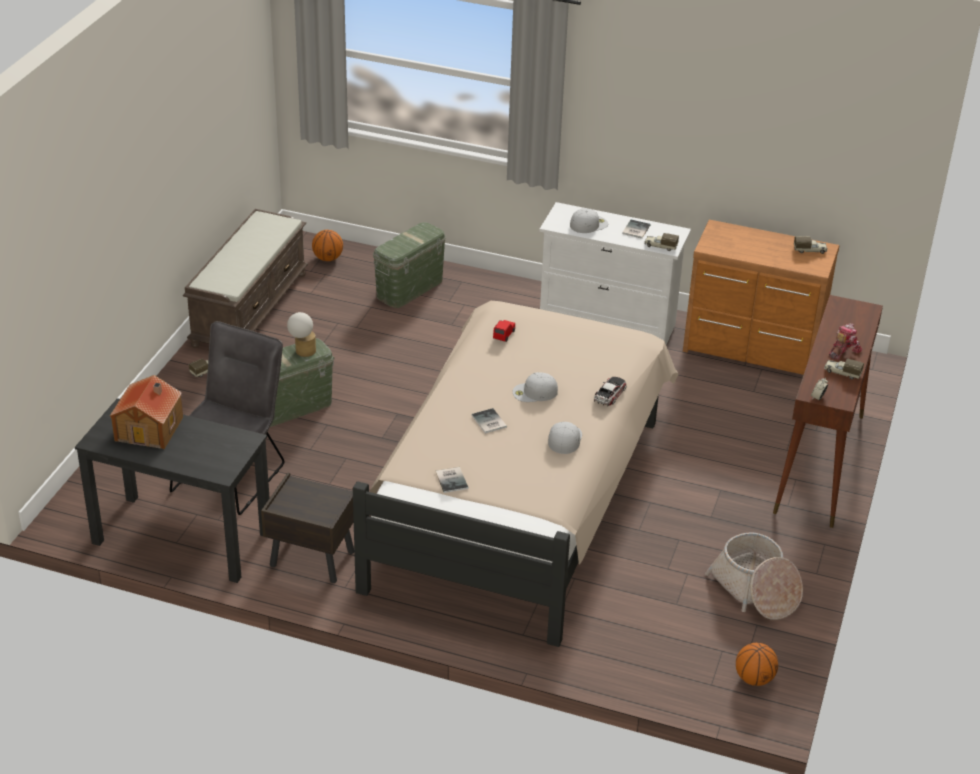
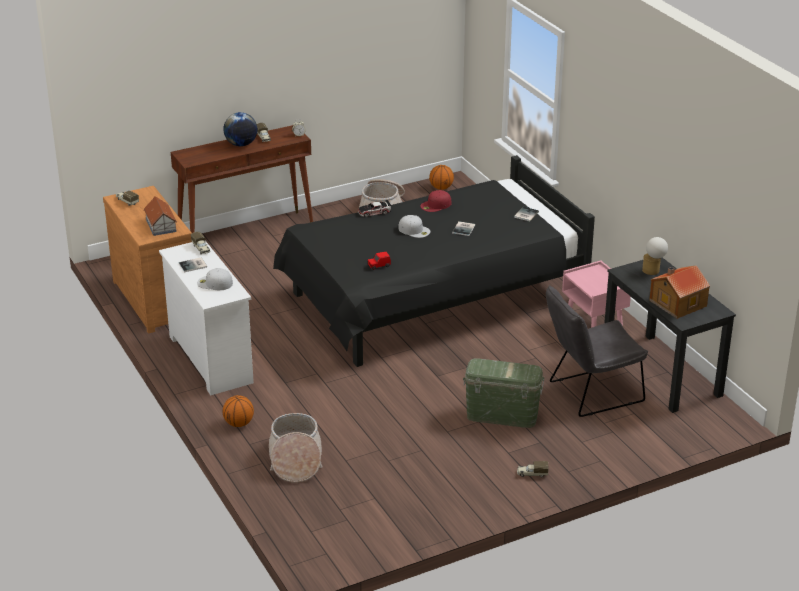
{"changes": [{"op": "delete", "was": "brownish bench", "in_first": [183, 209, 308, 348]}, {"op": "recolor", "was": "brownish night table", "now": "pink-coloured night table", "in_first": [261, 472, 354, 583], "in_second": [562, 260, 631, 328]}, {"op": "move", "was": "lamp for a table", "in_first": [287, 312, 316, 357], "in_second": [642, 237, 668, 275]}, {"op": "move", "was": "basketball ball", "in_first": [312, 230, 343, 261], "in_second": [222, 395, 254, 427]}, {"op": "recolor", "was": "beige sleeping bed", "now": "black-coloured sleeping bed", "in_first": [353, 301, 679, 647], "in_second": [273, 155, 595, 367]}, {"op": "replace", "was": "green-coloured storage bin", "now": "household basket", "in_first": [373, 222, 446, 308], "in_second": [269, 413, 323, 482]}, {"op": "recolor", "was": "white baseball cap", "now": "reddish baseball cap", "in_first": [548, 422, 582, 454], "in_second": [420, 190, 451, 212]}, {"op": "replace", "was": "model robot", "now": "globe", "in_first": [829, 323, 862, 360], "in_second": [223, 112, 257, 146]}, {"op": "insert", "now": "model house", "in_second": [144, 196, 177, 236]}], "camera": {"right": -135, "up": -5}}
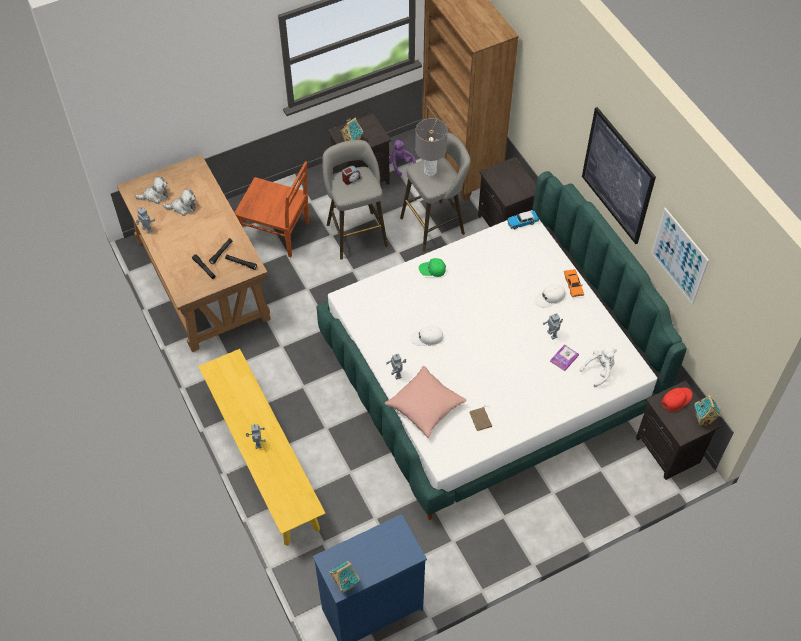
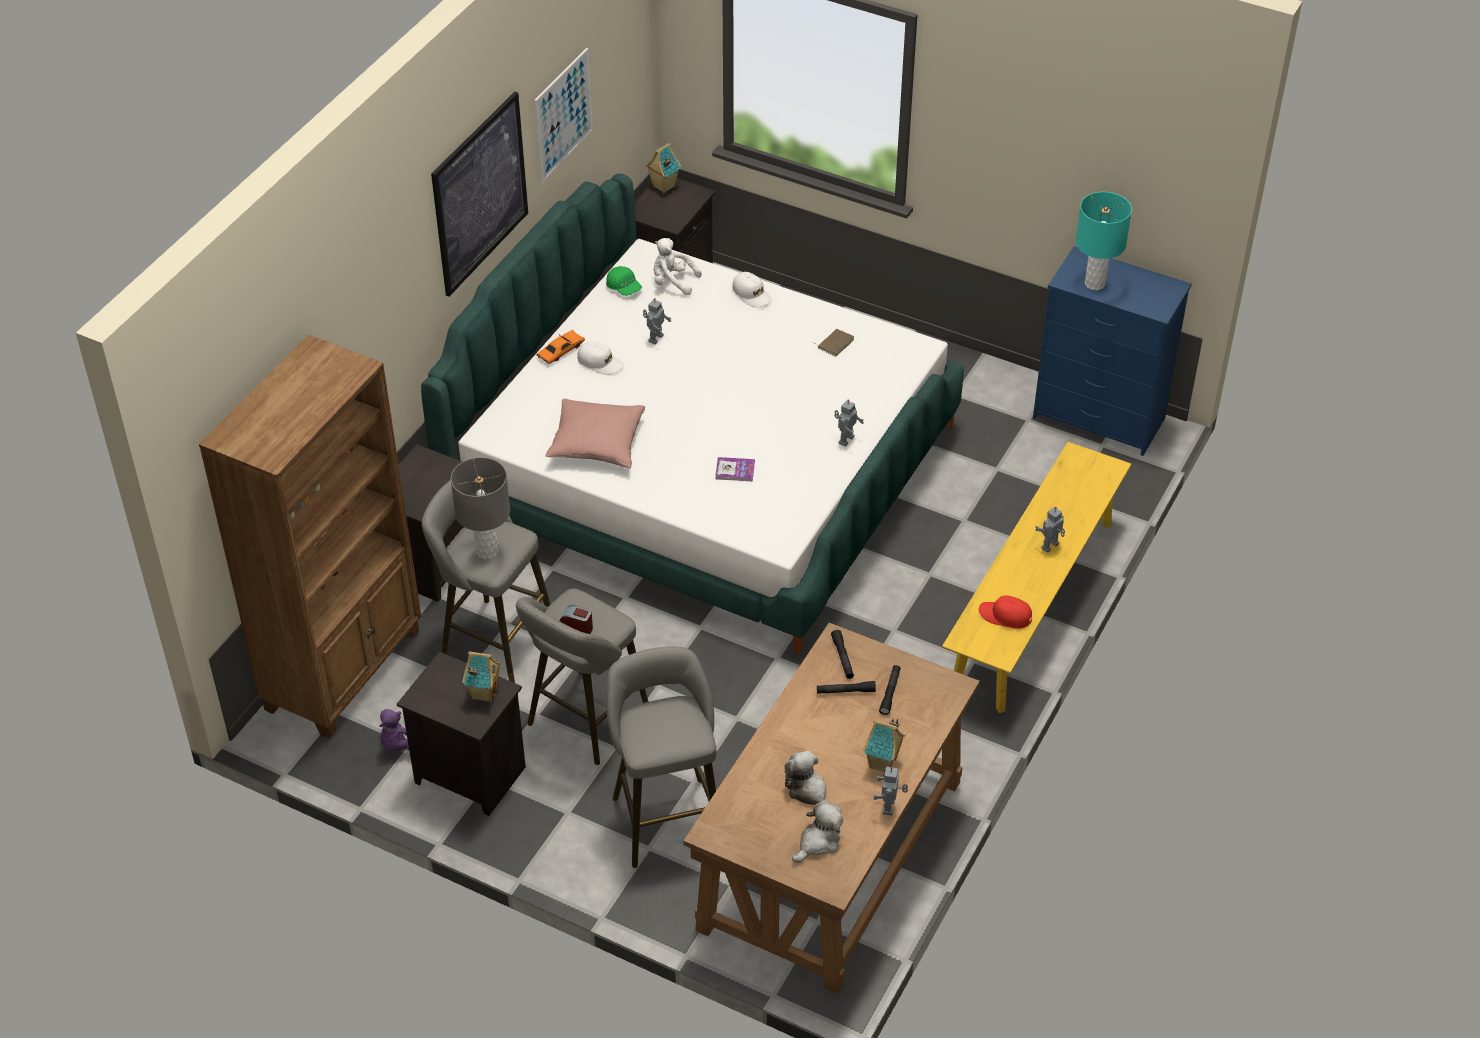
{"changes": [{"op": "rotate", "was": "cuddly toy", "in_first": [135, 176, 168, 204], "in_second": [792, 801, 843, 863], "clockwise": 90}, {"op": "replace", "was": "brownish upright chair", "now": "gray stool seat", "in_first": [235, 161, 309, 257], "in_second": [606, 647, 716, 868]}, {"op": "move", "was": "model house", "in_first": [329, 561, 360, 593], "in_second": [863, 719, 905, 772]}, {"op": "move", "was": "pink-coloured throw pillow", "in_first": [385, 366, 467, 438], "in_second": [545, 398, 645, 468]}, {"op": "move", "was": "white baseball cap", "in_first": [410, 326, 444, 346], "in_second": [732, 272, 772, 307]}, {"op": "move", "was": "green-coloured baseball cap", "in_first": [419, 258, 446, 277], "in_second": [606, 266, 642, 296]}, {"op": "delete", "was": "toy car", "in_first": [507, 211, 539, 229]}, {"op": "move", "was": "bound book", "in_first": [550, 344, 579, 371], "in_second": [715, 457, 755, 481]}, {"op": "move", "was": "reddish baseball cap", "in_first": [662, 387, 692, 411], "in_second": [979, 596, 1032, 629]}, {"op": "insert", "now": "turquoise lamp for a table", "in_second": [1076, 192, 1132, 290]}], "camera": {"right": -125, "up": -10}}
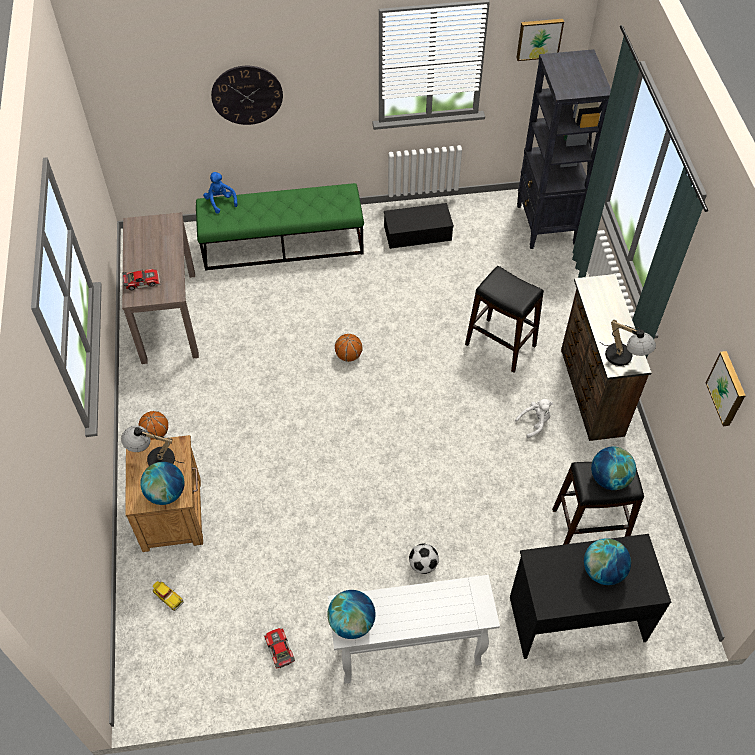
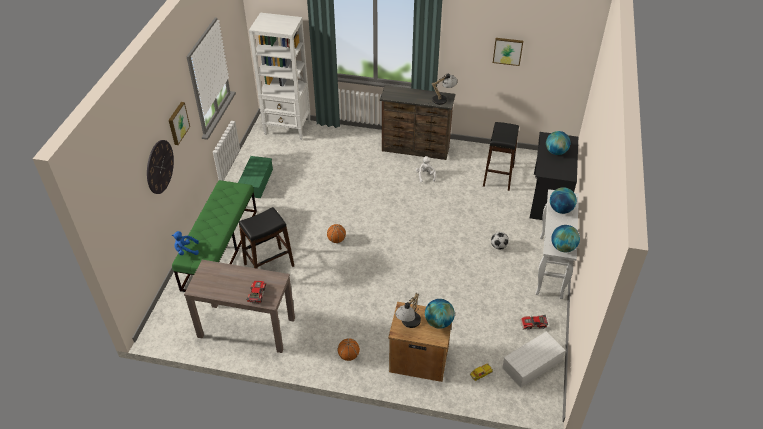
{"changes": [{"op": "recolor", "was": "black-coloured storage bin", "now": "green-coloured storage bin", "in_first": [384, 203, 454, 249], "in_second": [238, 156, 273, 198]}, {"op": "move", "was": "black-coloured stool seat", "in_first": [465, 266, 544, 373], "in_second": [239, 207, 294, 269]}, {"op": "move", "was": "wall art", "in_first": [516, 19, 564, 61], "in_second": [169, 102, 190, 145]}, {"op": "recolor", "was": "black-coloured bookshelf", "now": "white bookshelf", "in_first": [517, 49, 611, 249], "in_second": [249, 13, 310, 140]}, {"op": "move", "was": "globe", "in_first": [591, 447, 636, 490], "in_second": [550, 187, 577, 214]}, {"op": "insert", "now": "white storage bin", "in_second": [502, 332, 566, 388]}], "camera": {"right": -70, "up": -10}}
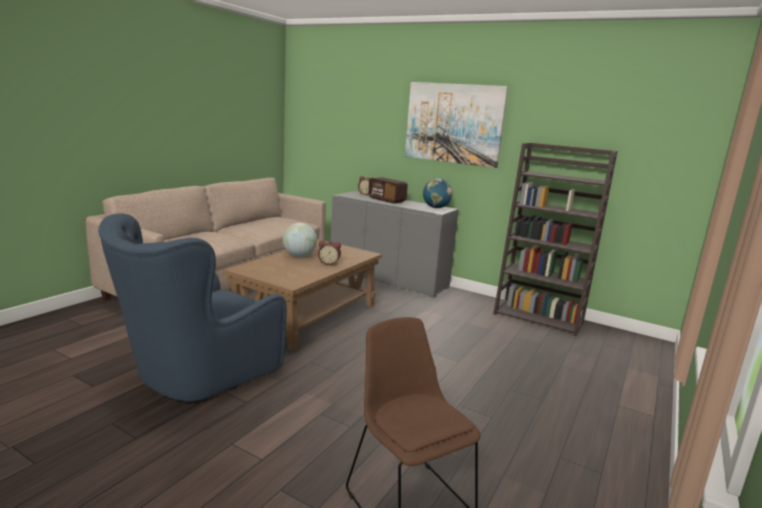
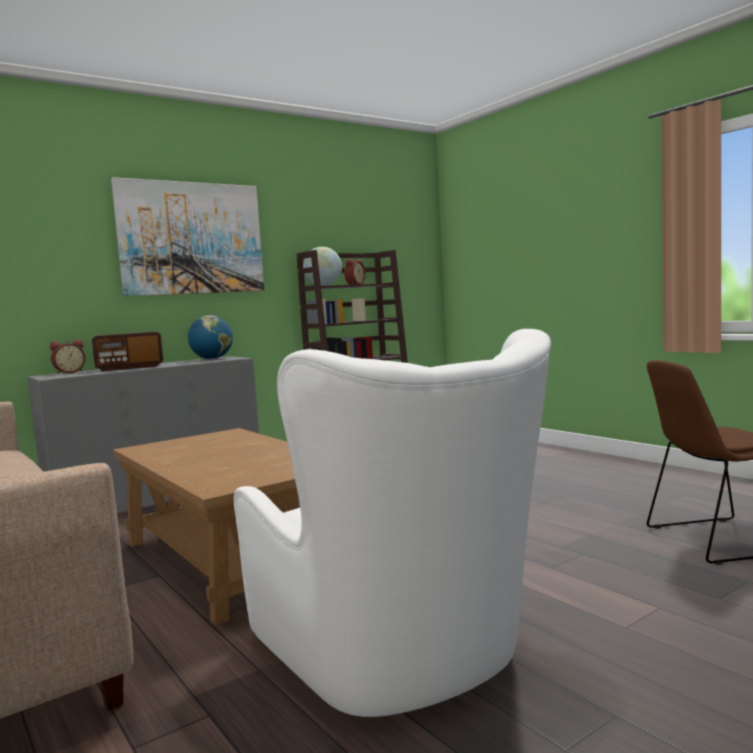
{"changes": [{"op": "recolor", "was": "blue-coloured easy chair", "now": "white easy chair", "in_first": [99, 213, 287, 401], "in_second": [234, 329, 551, 717]}, {"op": "move", "was": "globe", "in_first": [283, 223, 317, 257], "in_second": [303, 247, 342, 286]}, {"op": "move", "was": "alarm clock", "in_first": [318, 240, 341, 265], "in_second": [344, 259, 366, 285]}], "camera": {"right": -65, "up": -10}}
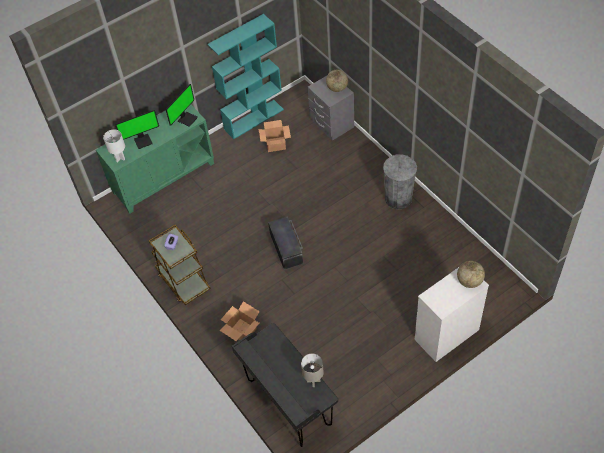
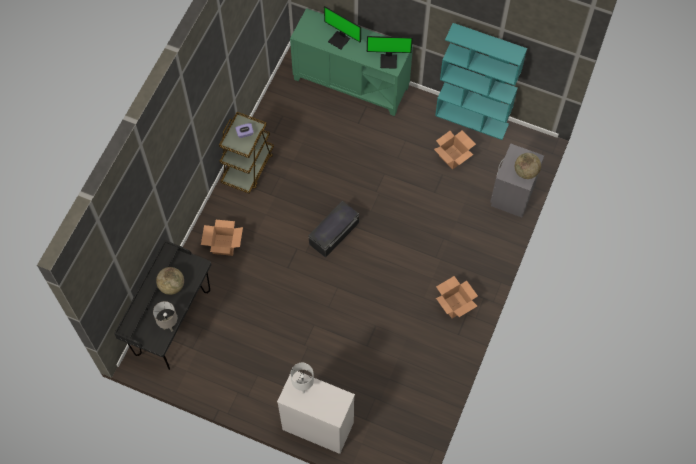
{"changes": [{"op": "move", "was": "white lamp for a table", "in_first": [103, 129, 125, 162], "in_second": [290, 363, 314, 393]}, {"op": "replace", "was": "gray trash can", "now": "packing box", "in_first": [383, 154, 417, 209], "in_second": [436, 276, 478, 318]}, {"op": "move", "was": "globe", "in_first": [457, 261, 485, 288], "in_second": [156, 267, 184, 295]}], "camera": {"right": 55, "up": 10}}
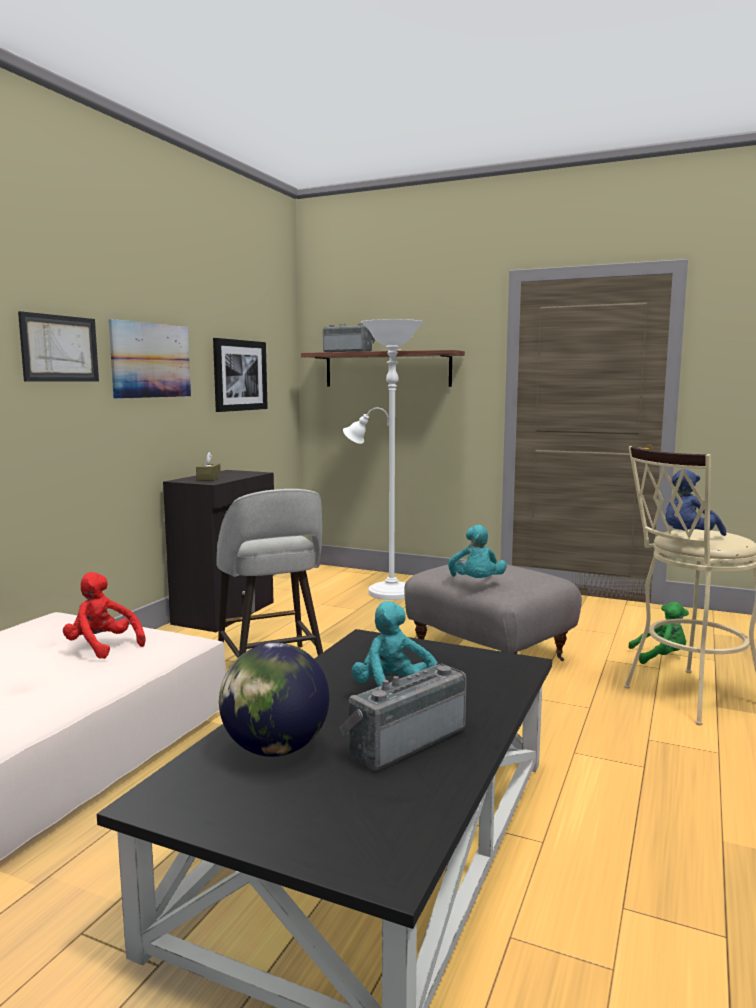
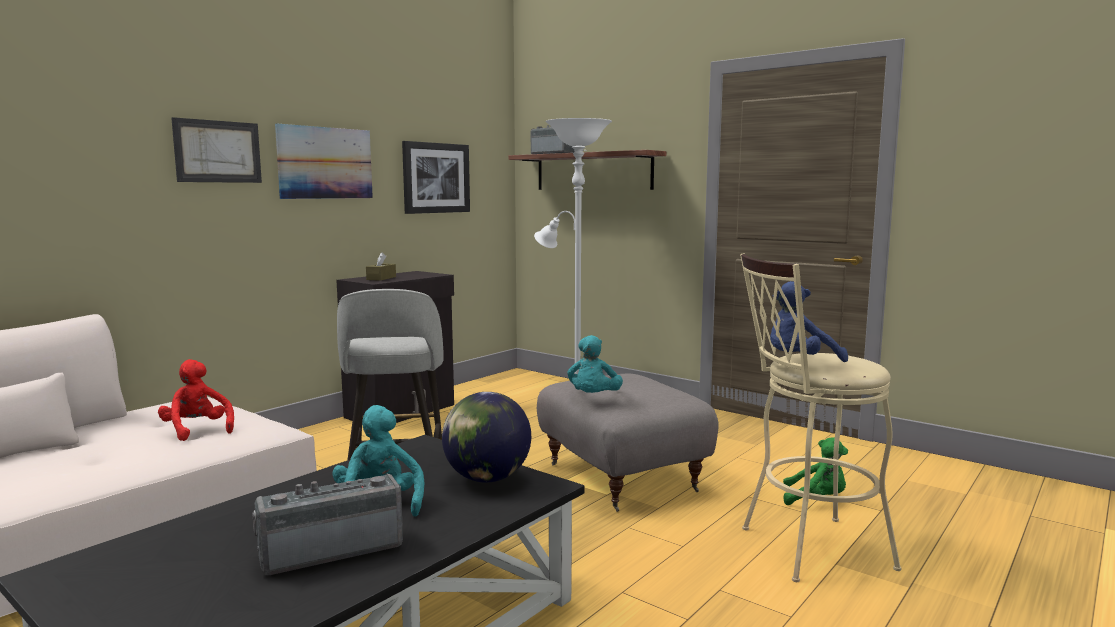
{"changes": [{"op": "move", "was": "globe", "in_first": [219, 643, 329, 757], "in_second": [442, 392, 531, 483]}], "camera": {"right": 15, "up": 0}}
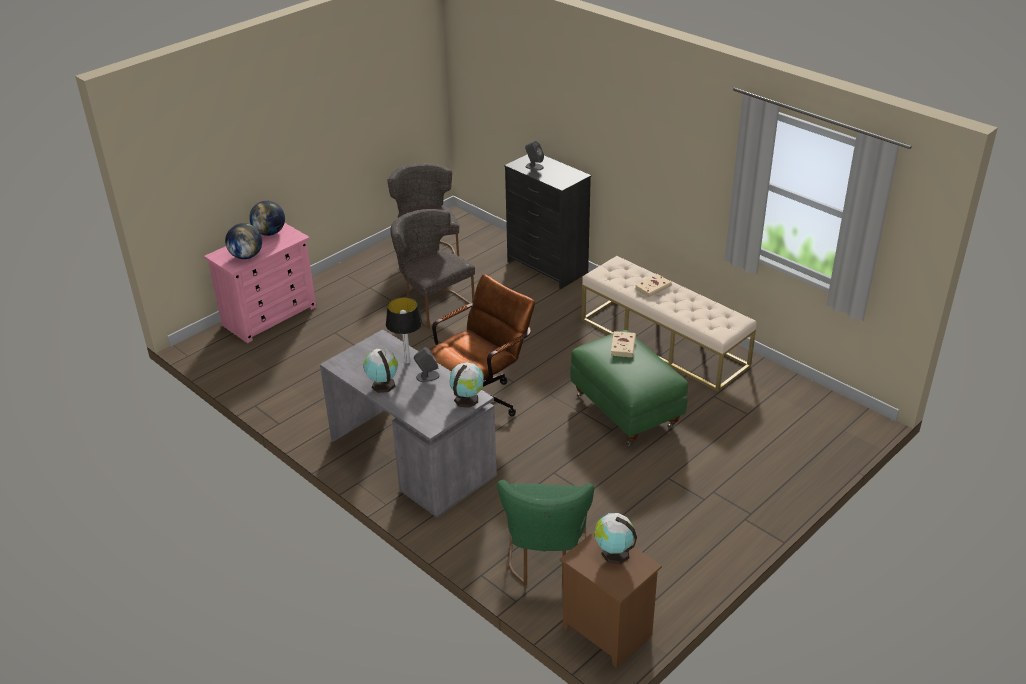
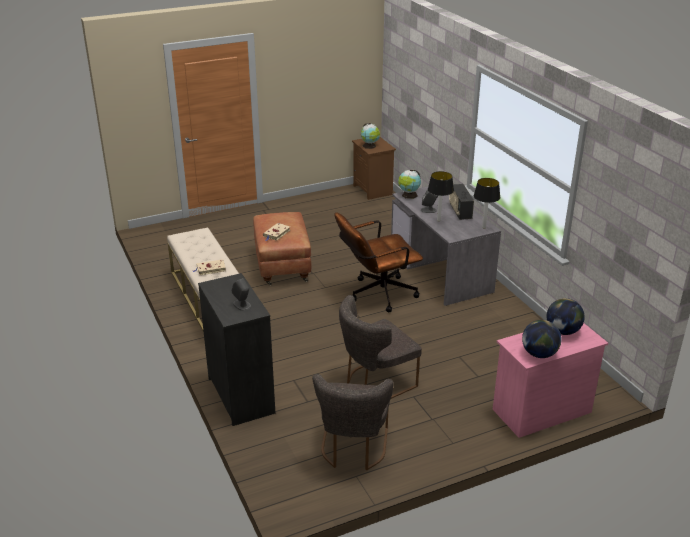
{"changes": [{"op": "replace", "was": "globe", "now": "radio", "in_first": [363, 348, 398, 393], "in_second": [449, 184, 474, 220]}, {"op": "rotate", "was": "gray upright chair", "in_first": [390, 209, 475, 329], "in_second": [339, 295, 422, 399], "clockwise": 75}, {"op": "delete", "was": "green-coloured upright chair", "in_first": [497, 480, 594, 587]}, {"op": "recolor", "was": "green-coloured pouffe", "now": "brownish pouffe", "in_first": [570, 330, 688, 446], "in_second": [253, 212, 311, 285]}, {"op": "insert", "now": "lamp for a table", "in_second": [474, 178, 500, 228]}], "camera": {"right": -160, "up": -5}}
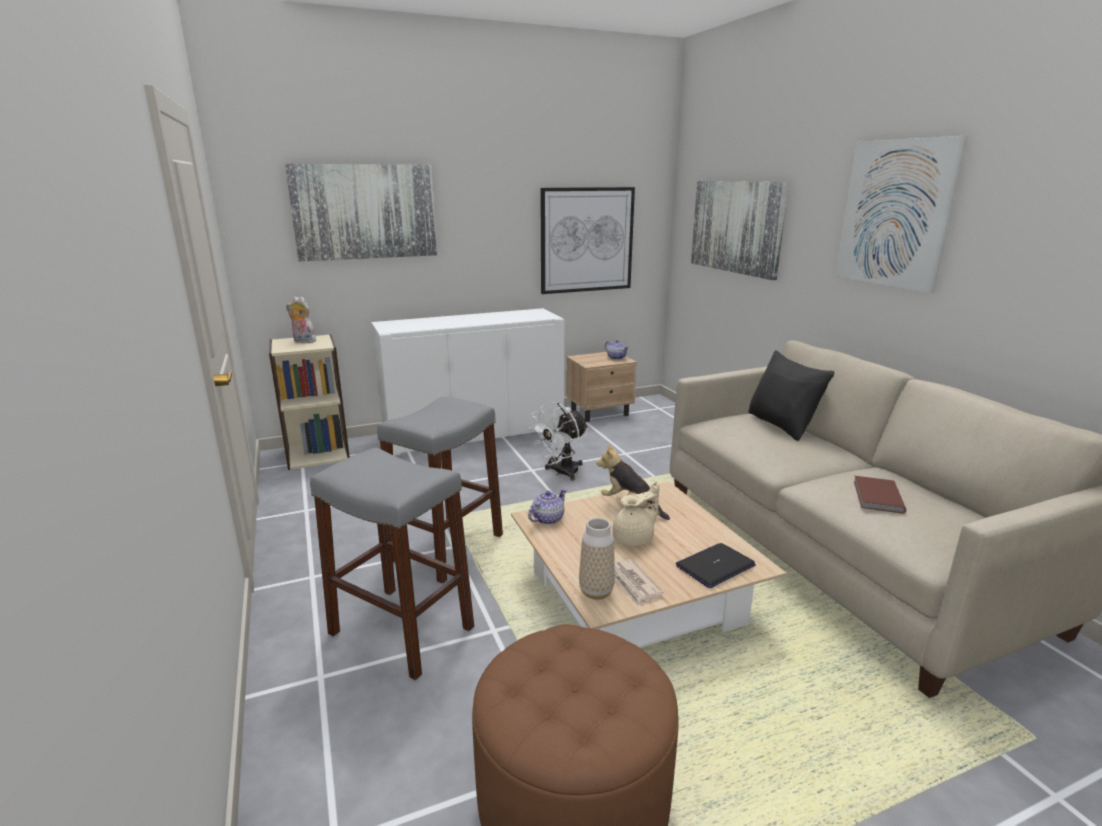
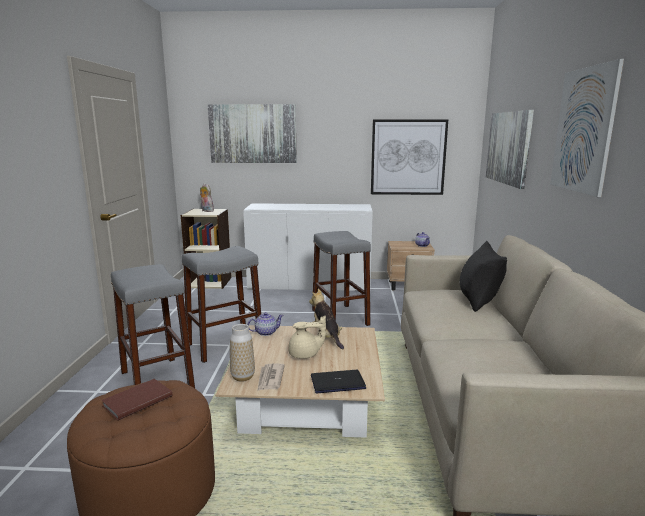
{"changes": [{"op": "replace", "was": "white fan", "now": "gray stool seat", "in_first": [529, 402, 588, 481], "in_second": [312, 231, 371, 326]}, {"op": "move", "was": "brownish bound book", "in_first": [854, 476, 906, 514], "in_second": [101, 379, 172, 421]}], "camera": {"right": 25, "up": -5}}
